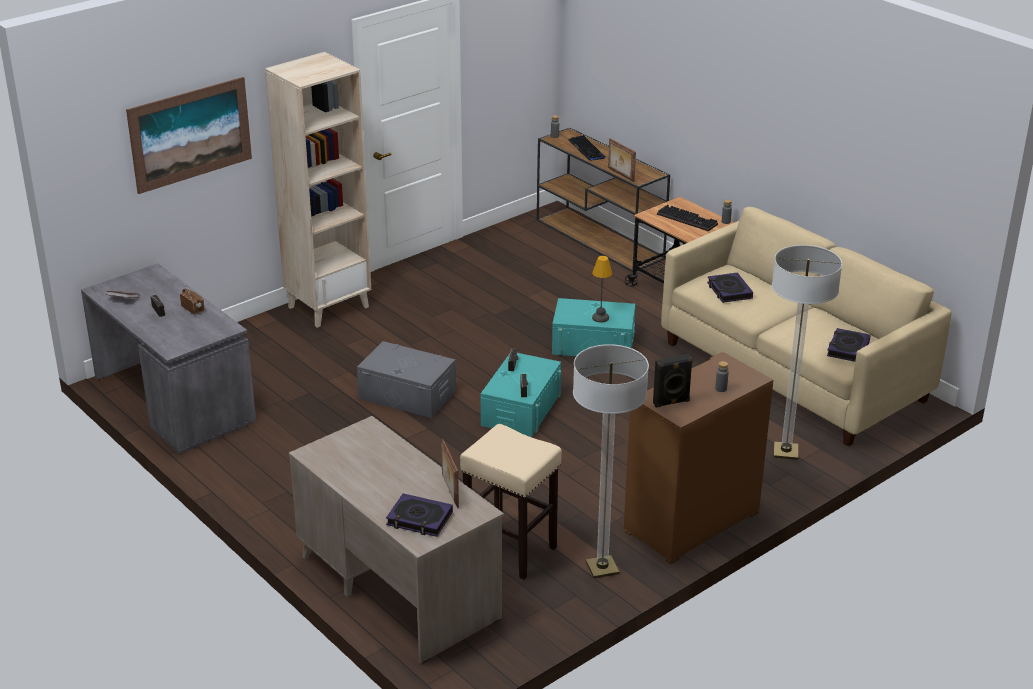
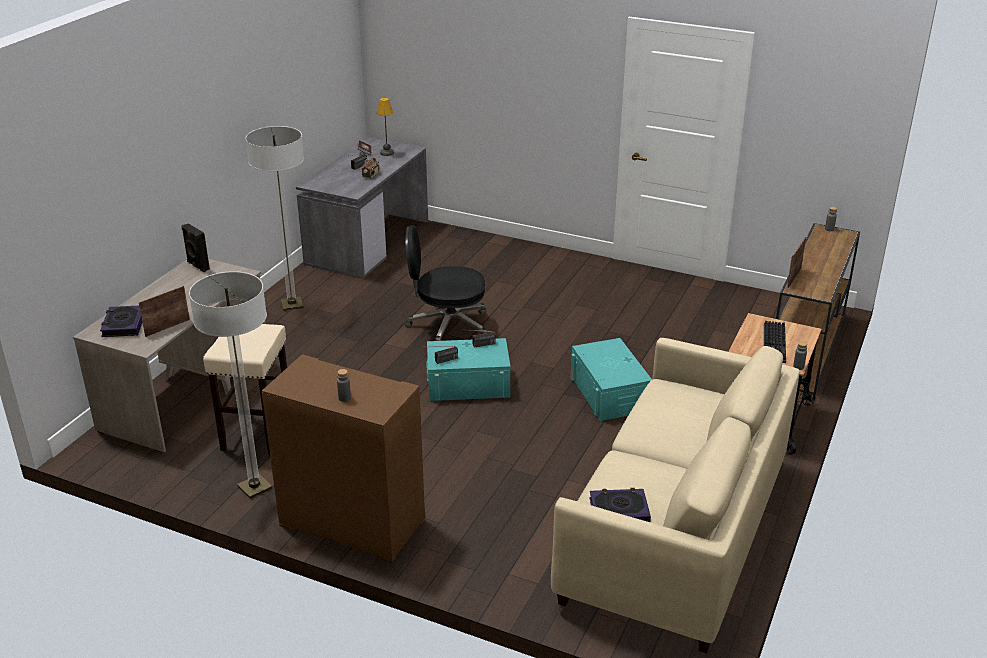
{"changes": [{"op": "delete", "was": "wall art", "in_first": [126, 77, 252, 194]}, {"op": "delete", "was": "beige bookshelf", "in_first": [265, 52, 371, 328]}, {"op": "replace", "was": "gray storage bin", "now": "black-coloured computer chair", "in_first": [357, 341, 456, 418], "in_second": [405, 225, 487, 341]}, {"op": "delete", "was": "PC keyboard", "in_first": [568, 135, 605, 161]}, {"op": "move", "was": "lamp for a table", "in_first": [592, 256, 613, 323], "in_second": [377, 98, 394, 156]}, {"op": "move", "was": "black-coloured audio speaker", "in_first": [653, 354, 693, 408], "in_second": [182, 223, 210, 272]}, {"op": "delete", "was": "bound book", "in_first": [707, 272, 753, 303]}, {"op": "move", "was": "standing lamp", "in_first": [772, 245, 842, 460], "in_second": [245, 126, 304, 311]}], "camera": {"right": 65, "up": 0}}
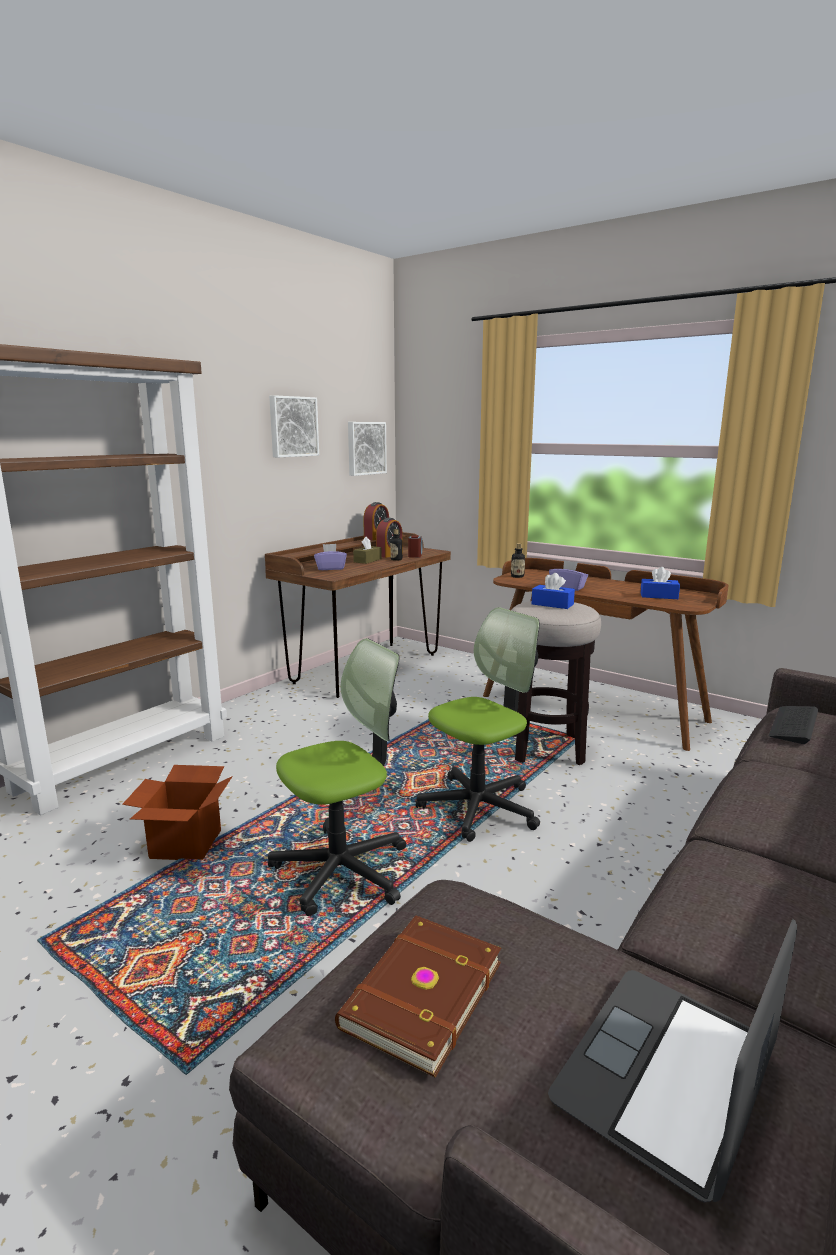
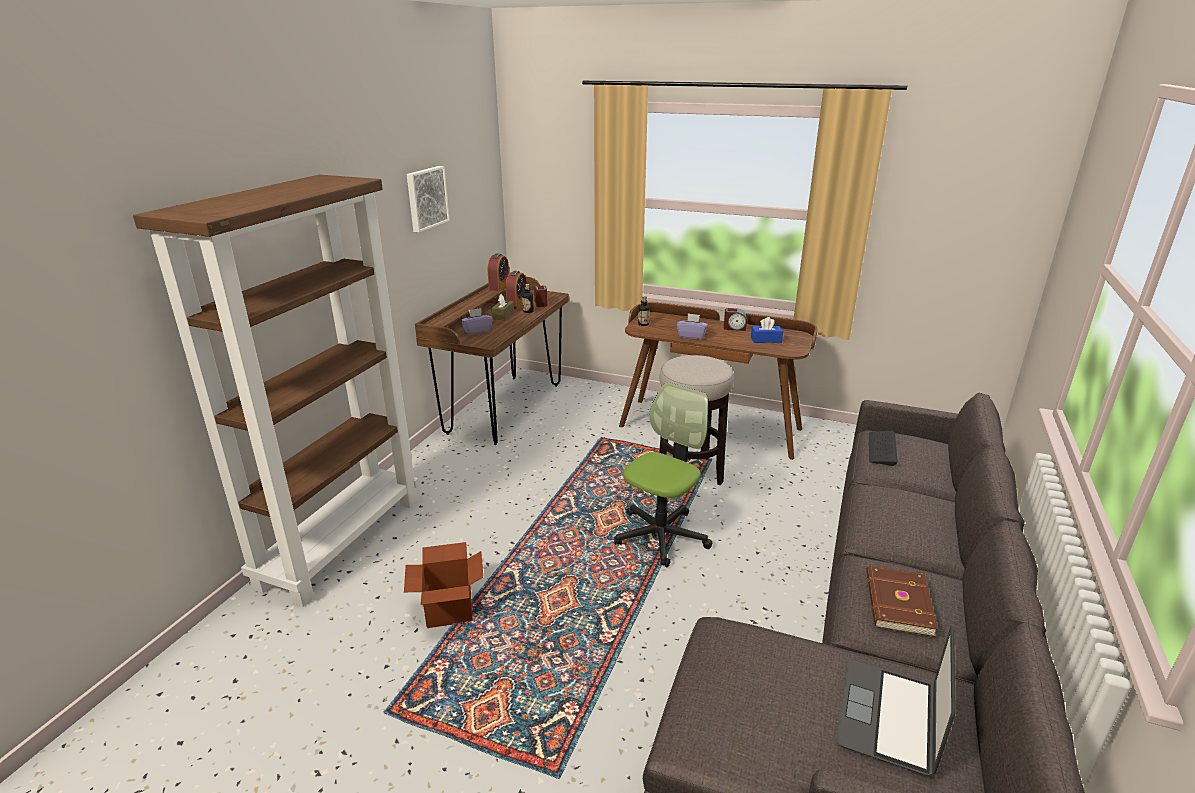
{"changes": [{"op": "delete", "was": "computer chair", "in_first": [268, 638, 406, 916]}, {"op": "move", "was": "brownish bound book", "in_first": [335, 916, 501, 1078], "in_second": [866, 566, 938, 637]}, {"op": "delete", "was": "wall art", "in_first": [348, 422, 387, 476]}, {"op": "delete", "was": "blue-coloured tissue box", "in_first": [532, 573, 575, 609]}, {"op": "insert", "now": "alarm clock", "in_second": [724, 308, 747, 331]}], "camera": {"right": -15, "up": 10}}
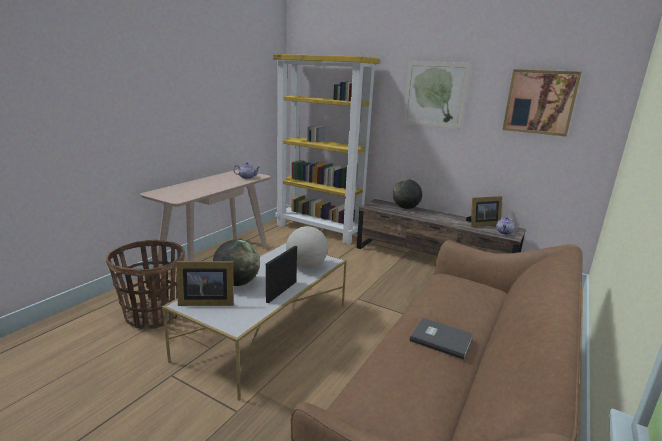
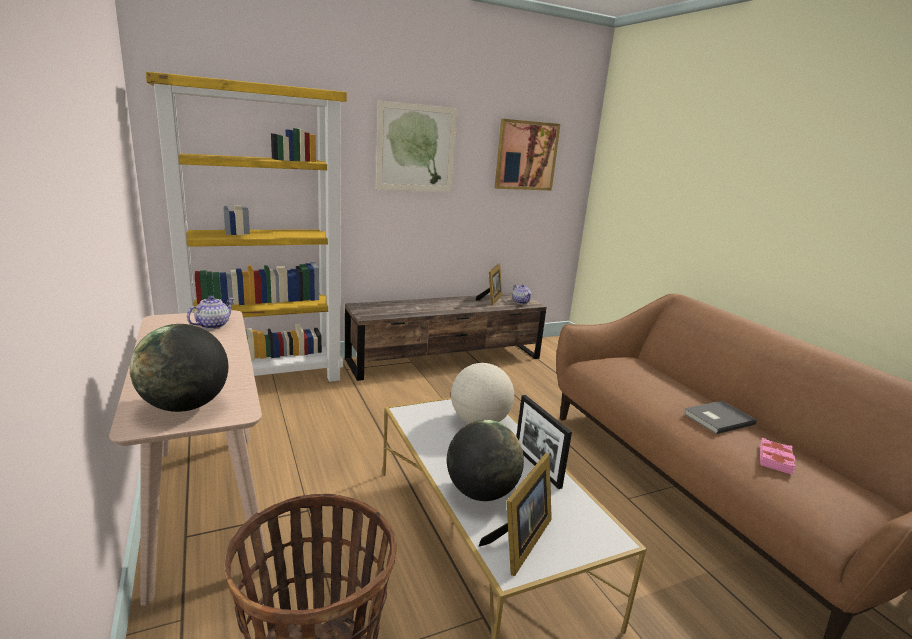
{"changes": [{"op": "move", "was": "globe", "in_first": [393, 179, 422, 209], "in_second": [130, 324, 228, 412]}, {"op": "insert", "now": "pink-coloured bound book", "in_second": [760, 438, 796, 474]}], "camera": {"right": -55, "up": 0}}
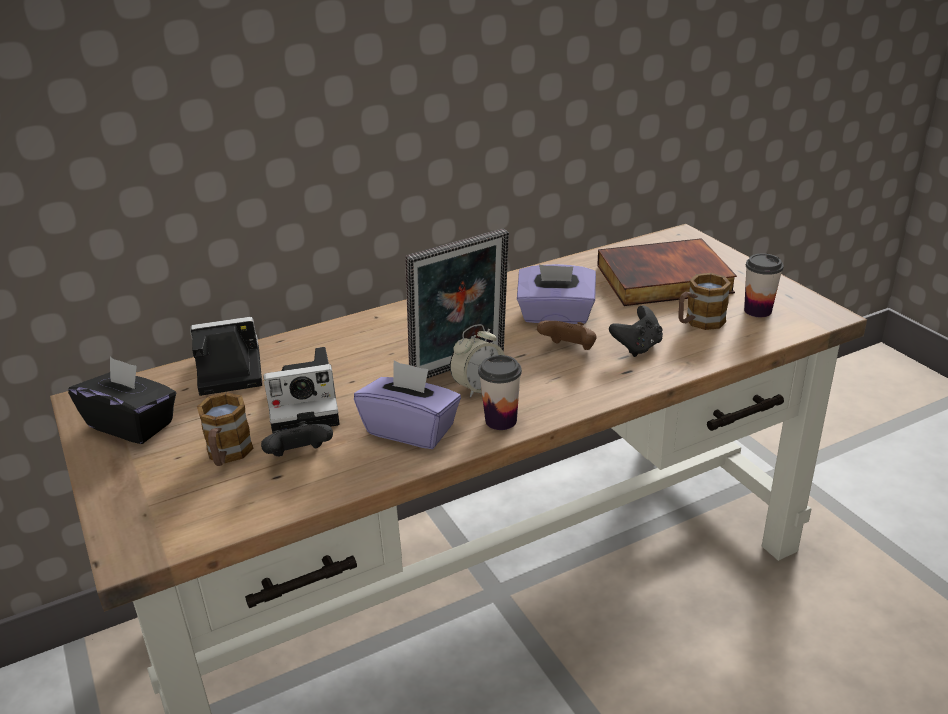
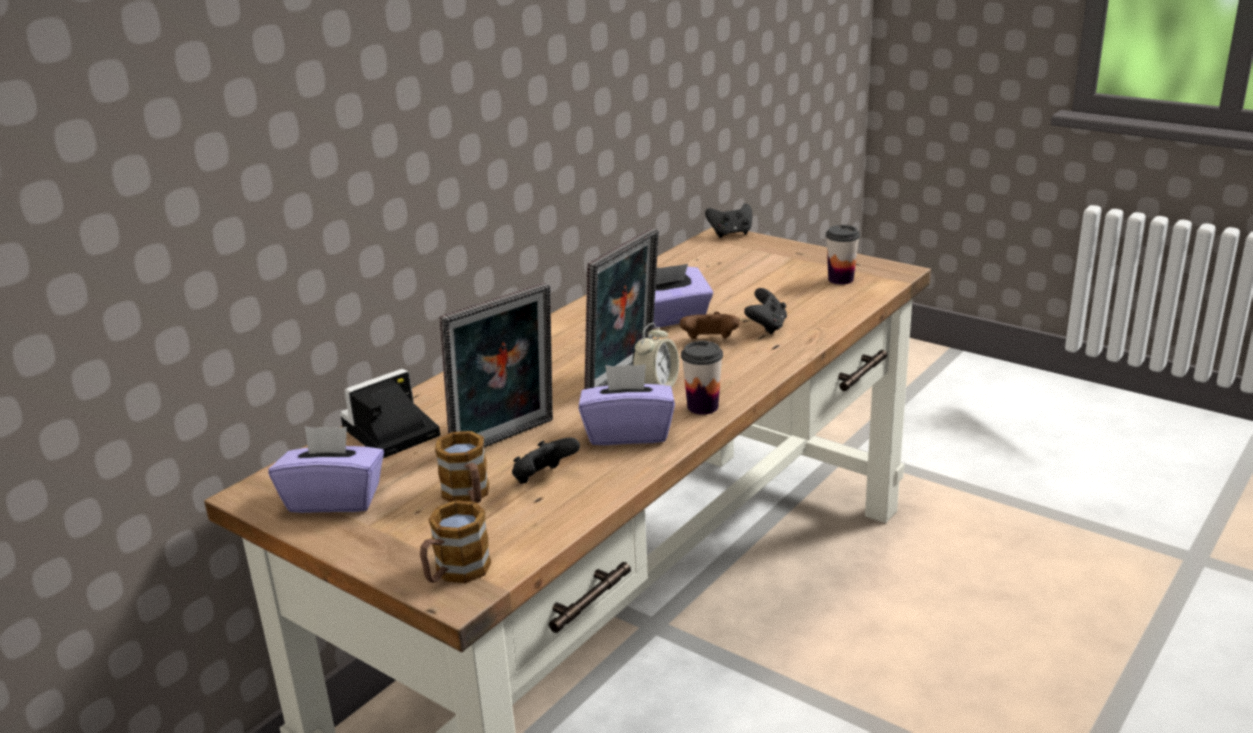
{"changes": [{"op": "recolor", "was": "black-coloured tissue box", "now": "purple-coloured tissue box", "in_first": [68, 357, 176, 444], "in_second": [268, 426, 384, 513]}, {"op": "replace", "was": "still camera", "now": "picture frame", "in_first": [264, 347, 340, 434], "in_second": [440, 283, 553, 447]}, {"op": "delete", "was": "bound book", "in_first": [597, 238, 737, 306]}, {"op": "move", "was": "tea mug", "in_first": [678, 273, 731, 330], "in_second": [420, 500, 491, 583]}, {"op": "insert", "now": "black-coloured game controller", "in_second": [705, 203, 752, 238]}], "camera": {"right": -25, "up": -5}}
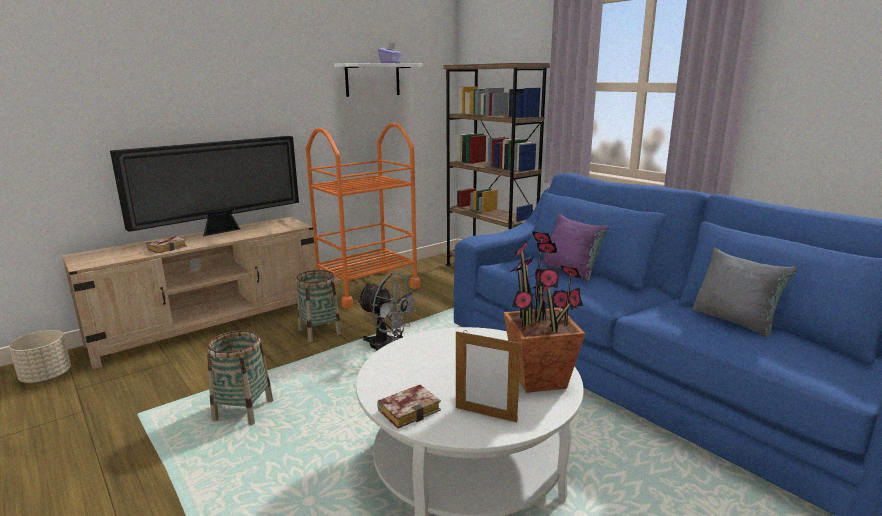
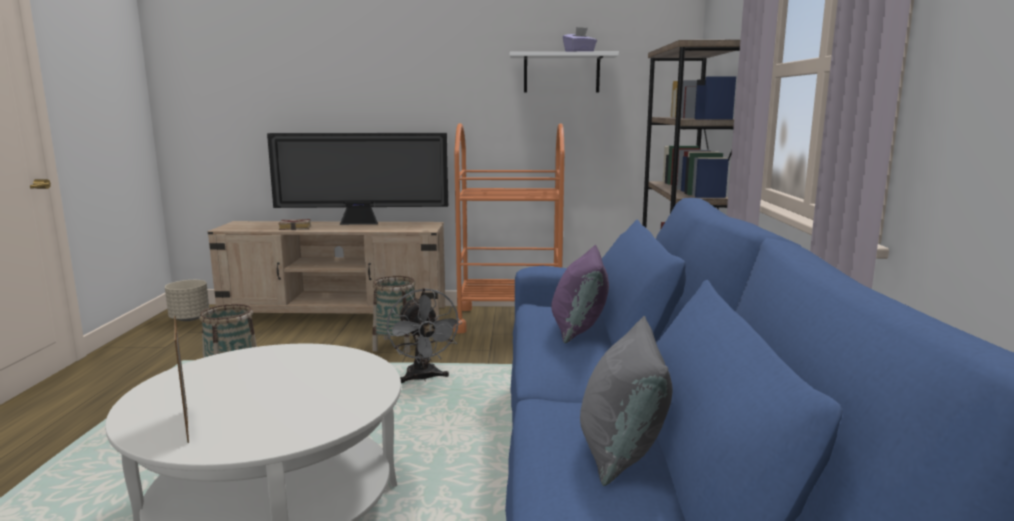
{"changes": [{"op": "delete", "was": "bound book", "in_first": [377, 385, 441, 429]}, {"op": "delete", "was": "houseplant", "in_first": [503, 231, 585, 393]}], "camera": {"right": 40, "up": -5}}
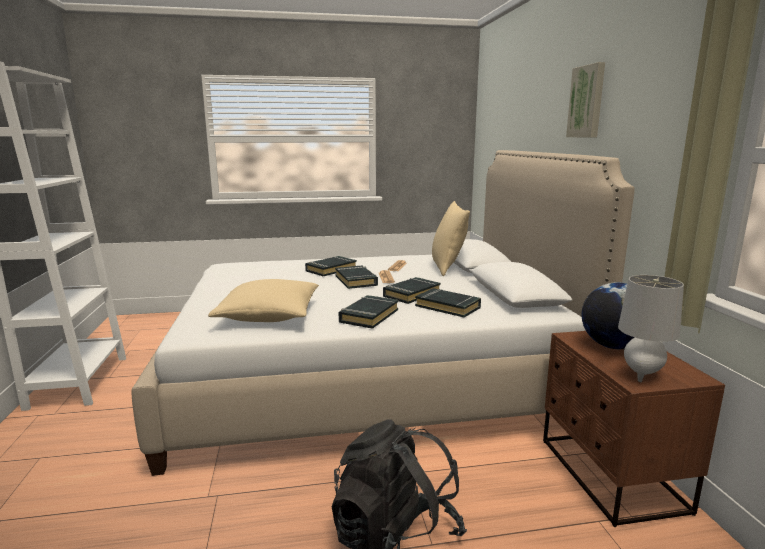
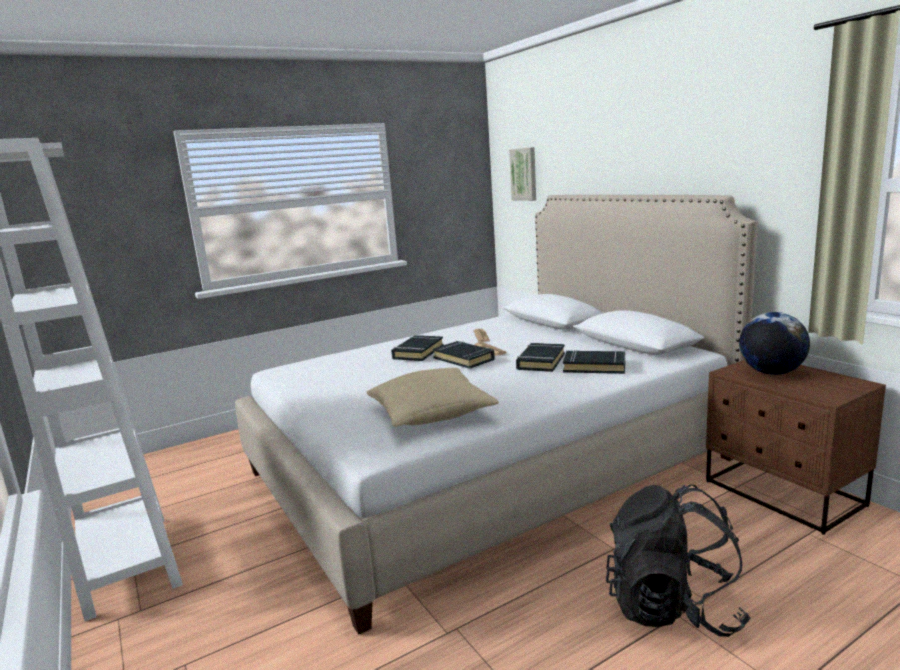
{"changes": [{"op": "delete", "was": "black-coloured bound book", "in_first": [339, 295, 398, 329]}, {"op": "delete", "was": "beige throw pillow", "in_first": [432, 201, 470, 276]}, {"op": "move", "was": "wall art", "in_first": [566, 62, 605, 137], "in_second": [509, 147, 536, 201]}, {"op": "delete", "was": "gray lamp for a table", "in_first": [618, 275, 684, 382]}], "camera": {"right": -20, "up": 0}}
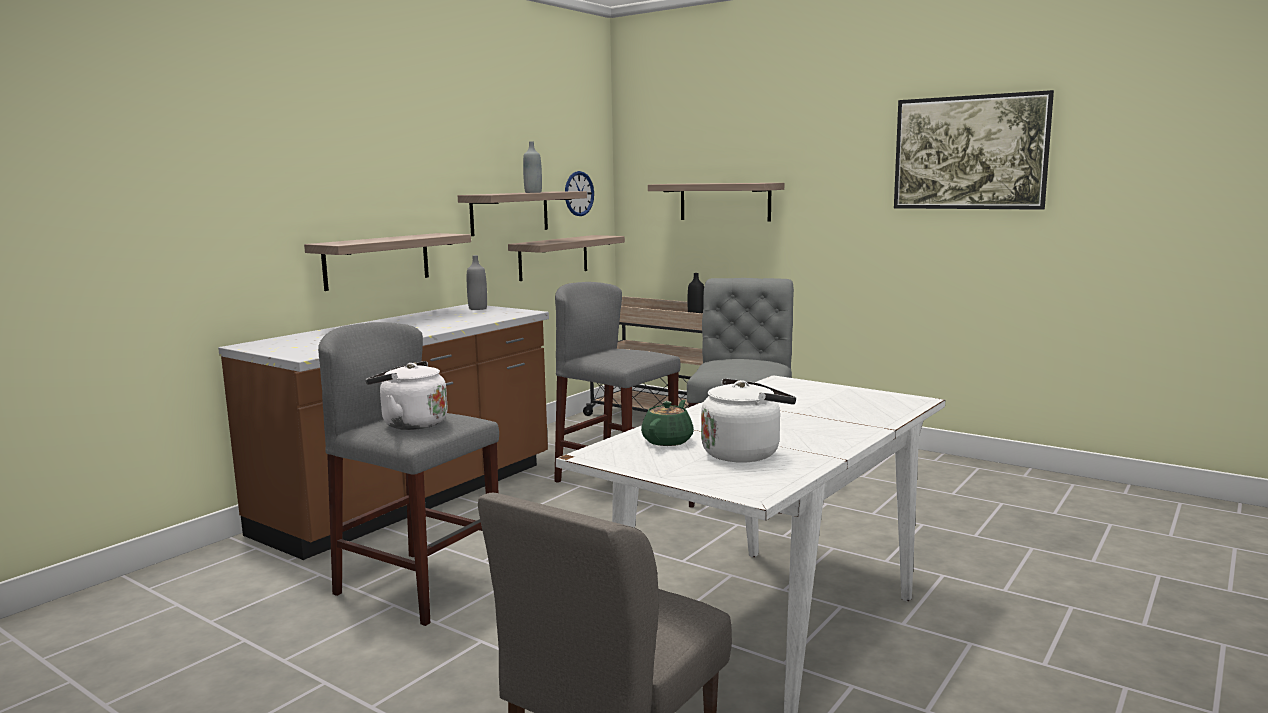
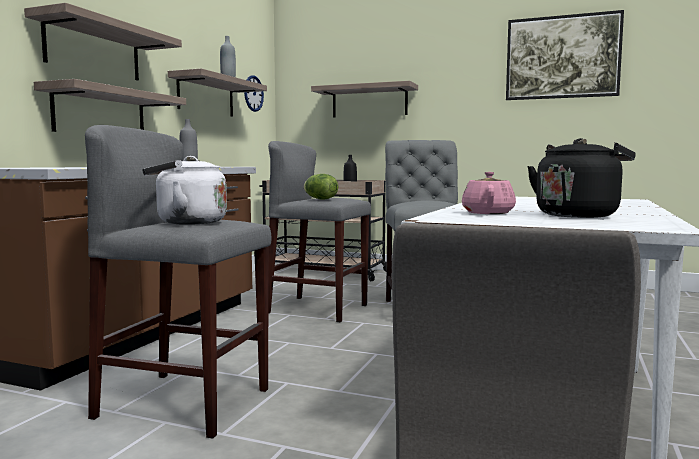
{"changes": [{"op": "move", "was": "bracket shelf", "in_first": [508, 235, 625, 281], "in_second": [24, 3, 182, 81]}, {"op": "recolor", "was": "green-coloured pot for tea", "now": "pink-coloured pot for tea", "in_first": [641, 400, 694, 446], "in_second": [462, 172, 516, 214]}, {"op": "recolor", "was": "white tea kettle", "now": "black-coloured tea kettle", "in_first": [701, 378, 796, 463], "in_second": [527, 138, 636, 218]}, {"op": "insert", "now": "lettuce head", "in_second": [304, 174, 338, 200]}], "camera": {"right": -15, "up": -5}}
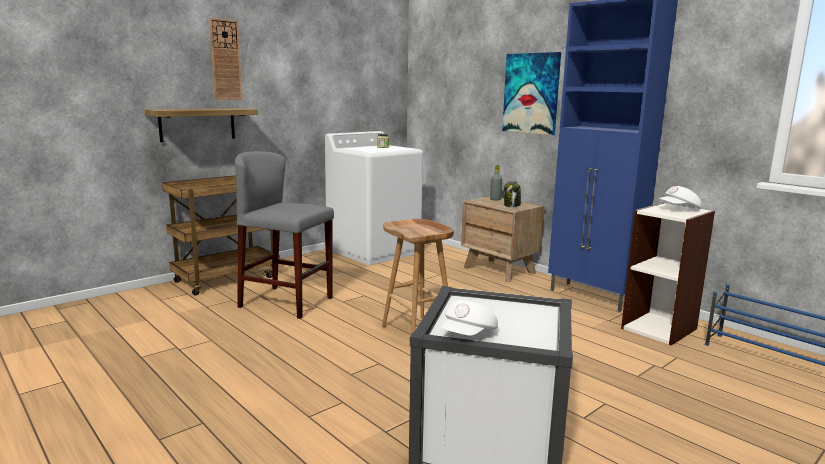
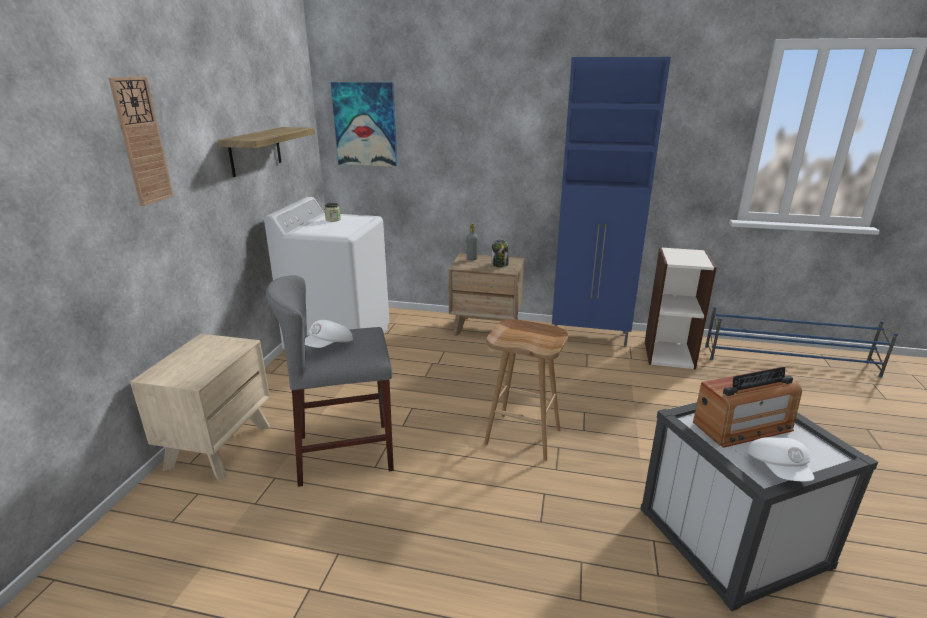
{"changes": [{"op": "move", "was": "bracket shelf", "in_first": [144, 108, 258, 142], "in_second": [218, 127, 315, 177]}, {"op": "replace", "was": "brownish cart", "now": "beige night table", "in_first": [162, 175, 280, 295], "in_second": [130, 334, 270, 480]}, {"op": "move", "was": "wall art", "in_first": [502, 52, 561, 135], "in_second": [331, 82, 397, 167]}, {"op": "move", "was": "white baseball cap", "in_first": [658, 186, 702, 209], "in_second": [305, 320, 353, 348]}, {"op": "insert", "now": "radio", "in_second": [693, 367, 802, 448]}], "camera": {"right": -35, "up": 10}}
